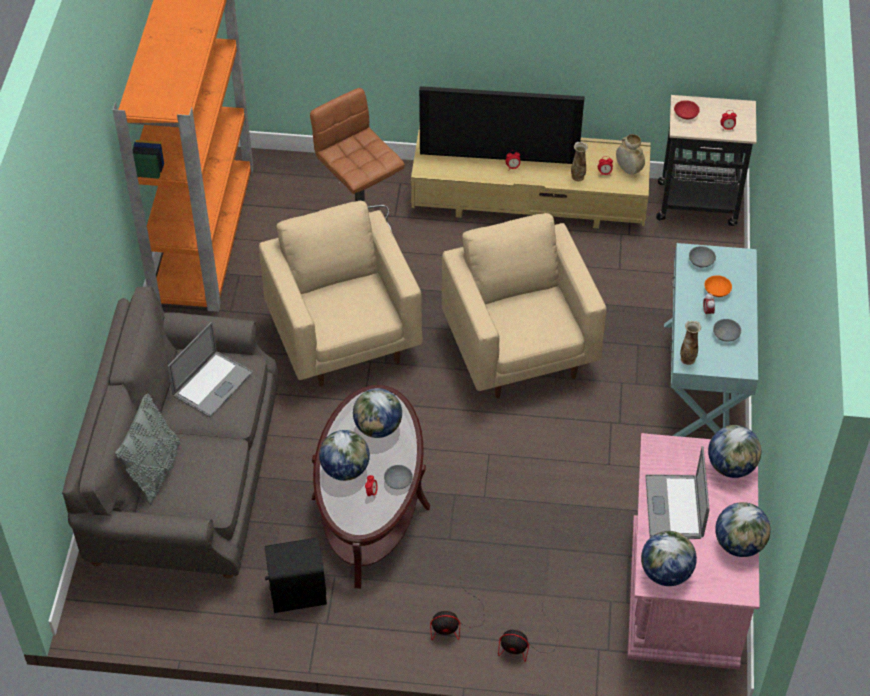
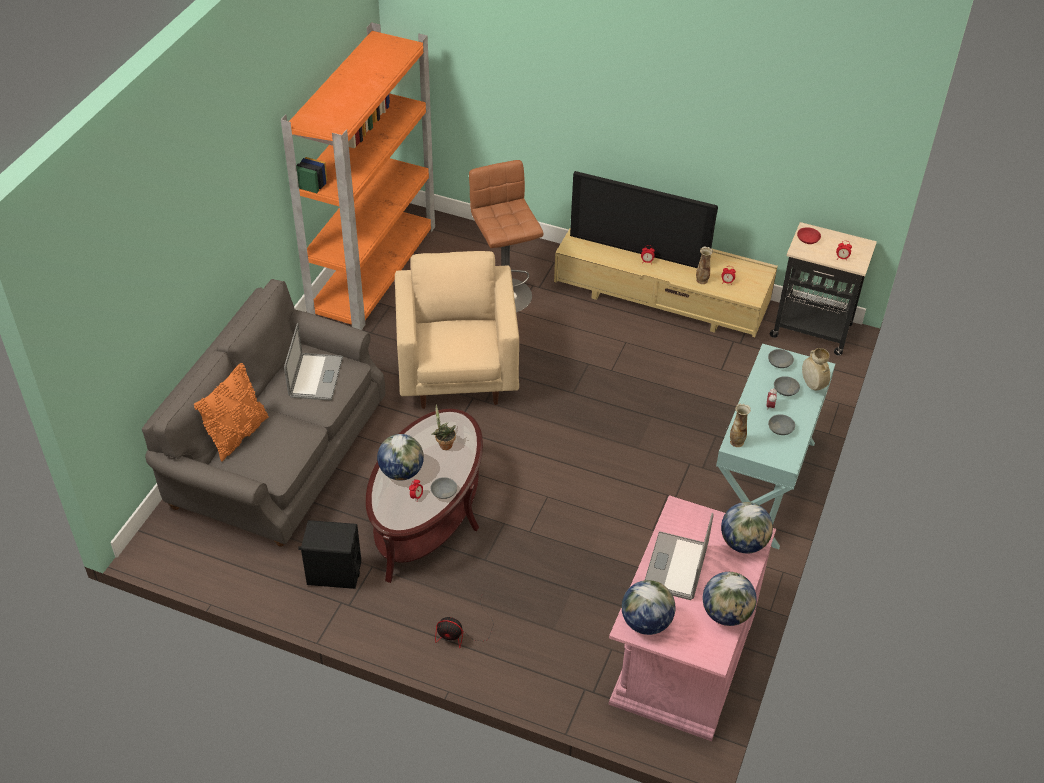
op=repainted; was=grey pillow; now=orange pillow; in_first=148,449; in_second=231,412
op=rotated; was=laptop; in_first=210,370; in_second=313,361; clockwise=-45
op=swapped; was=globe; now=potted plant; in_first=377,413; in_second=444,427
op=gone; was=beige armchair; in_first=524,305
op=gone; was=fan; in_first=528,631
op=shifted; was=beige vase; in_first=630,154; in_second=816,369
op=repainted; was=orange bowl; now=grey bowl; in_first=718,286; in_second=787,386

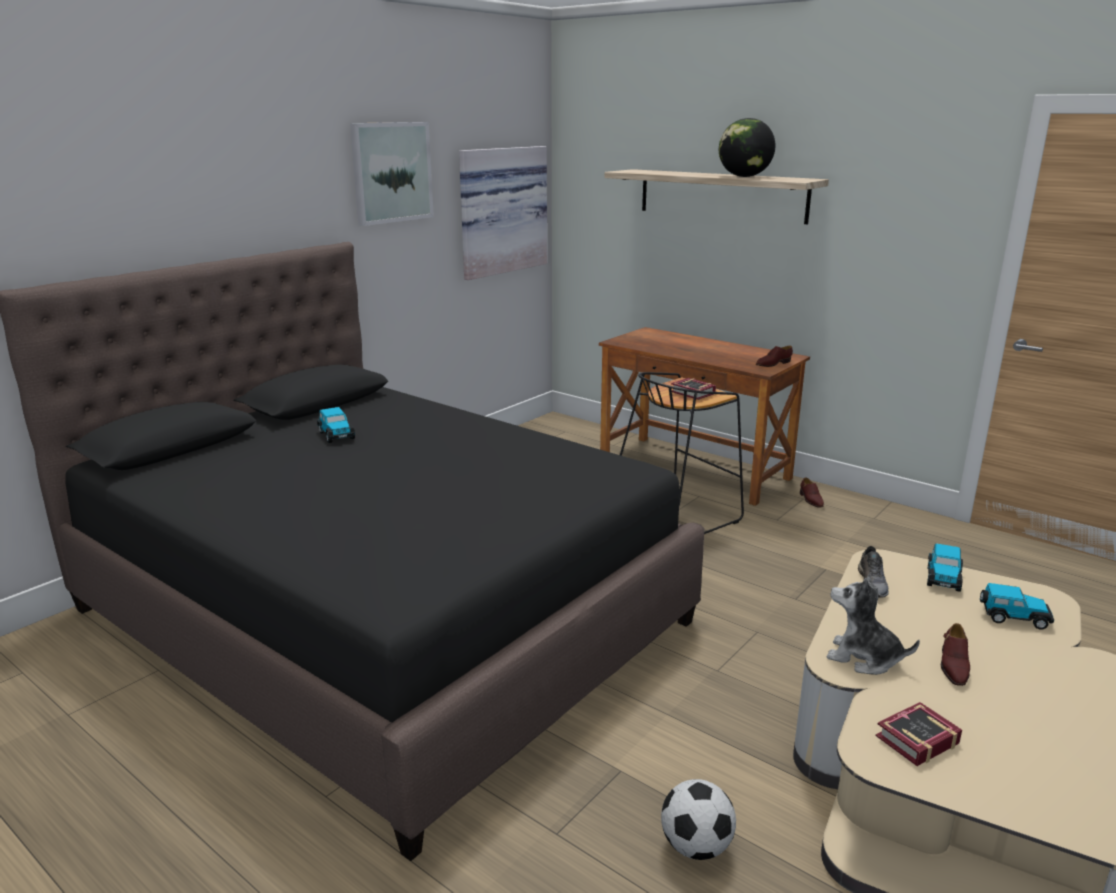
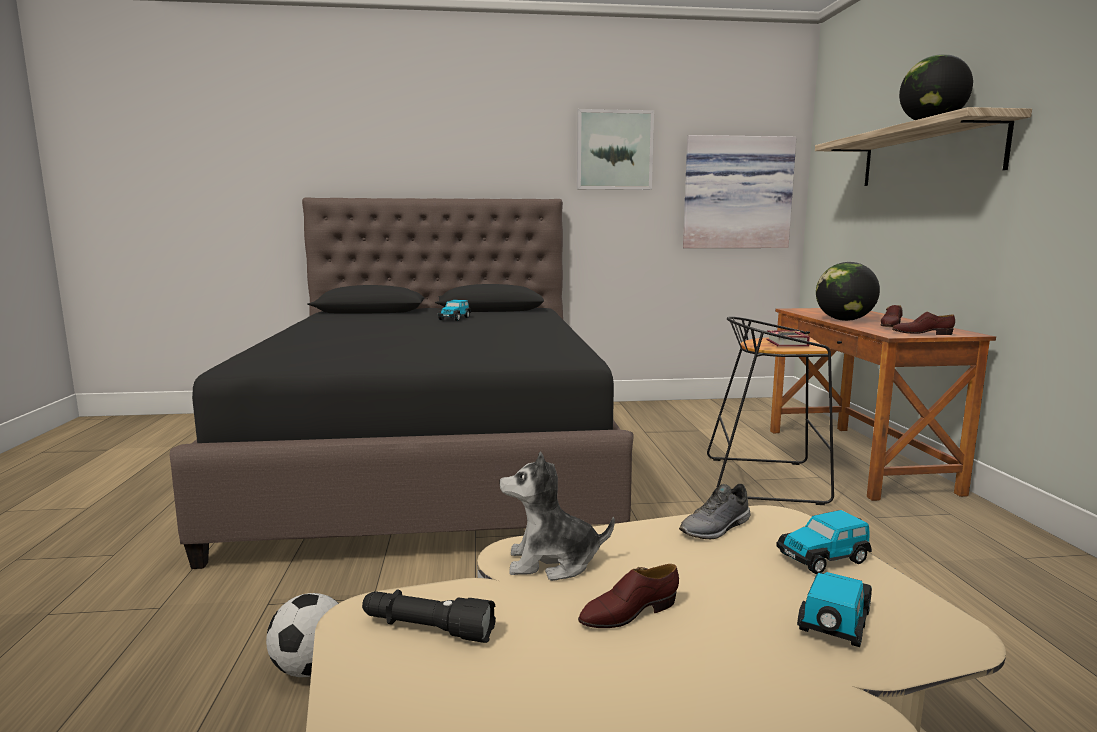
op=shifted; was=brown shoe; in_first=812,492; in_second=892,316
op=rotated; was=plush toy; in_first=873,624; in_second=557,516; clockwise=-75
op=swapped; was=book; now=black flashlight; in_first=919,734; in_second=429,616
op=rotated; was=toy car; in_first=1017,606; in_second=834,609; clockwise=-120
op=new; now=globe; in_second=848,291

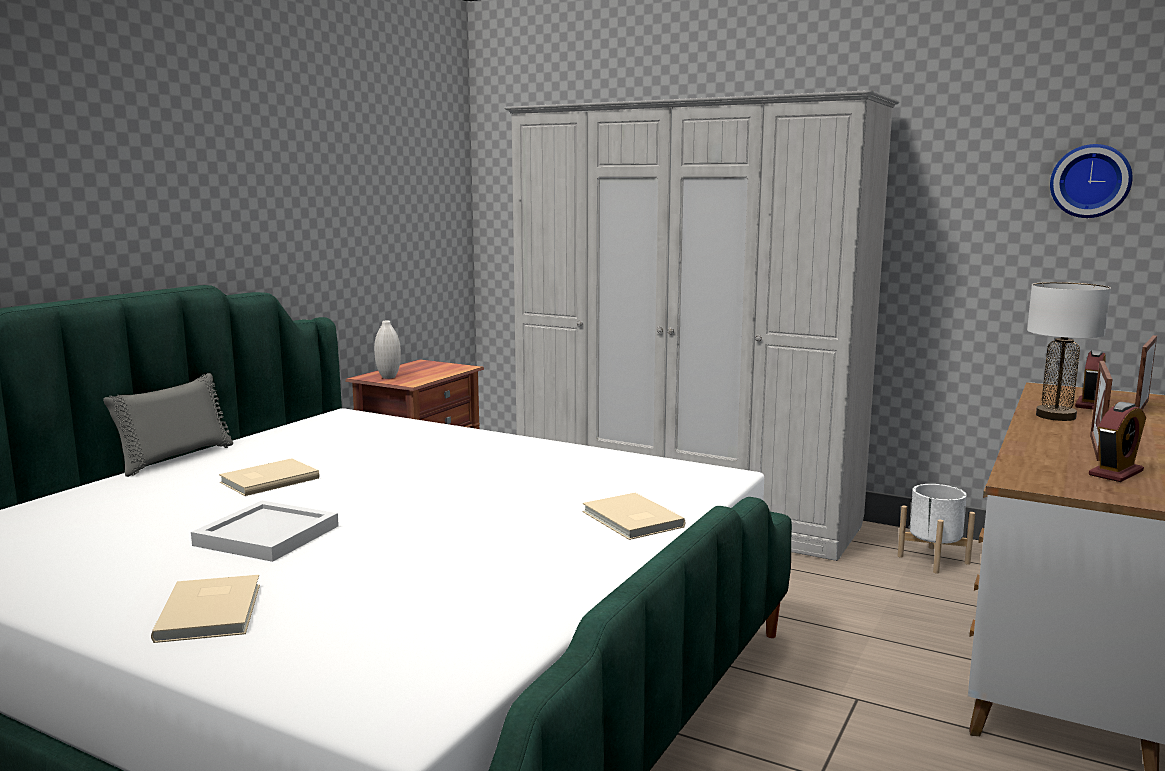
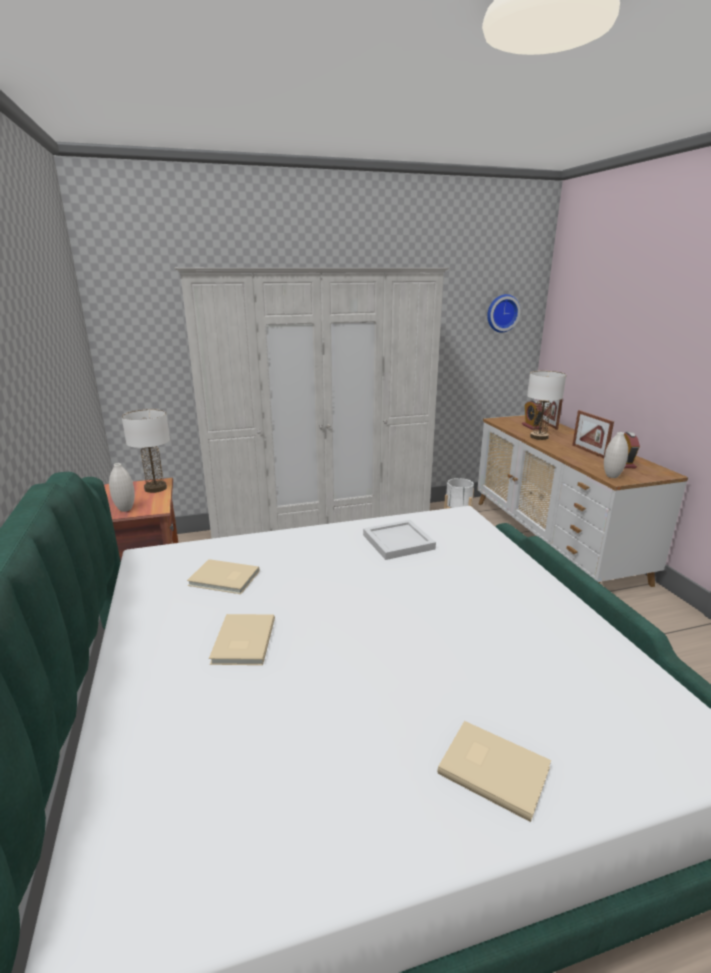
op=gone; was=grey pillow; in_first=168,425
op=shifted; was=white tray; in_first=265,531; in_second=399,540
op=shifted; was=beige book; in_first=634,516; in_second=223,576
op=new; now=table lamp; in_second=146,451
op=new; now=white vase; in_second=616,455

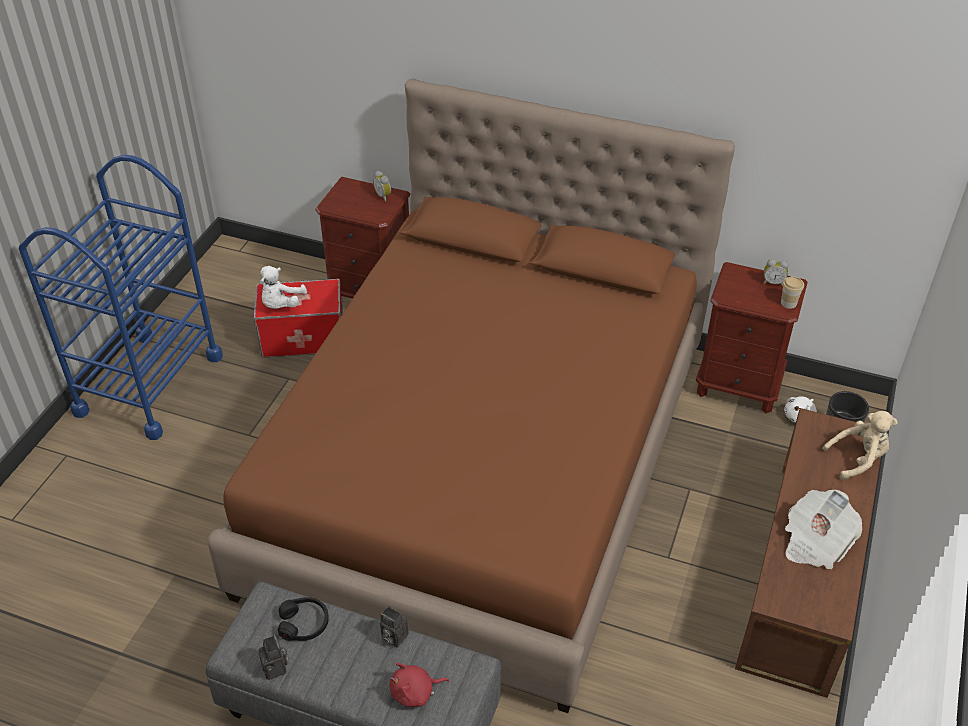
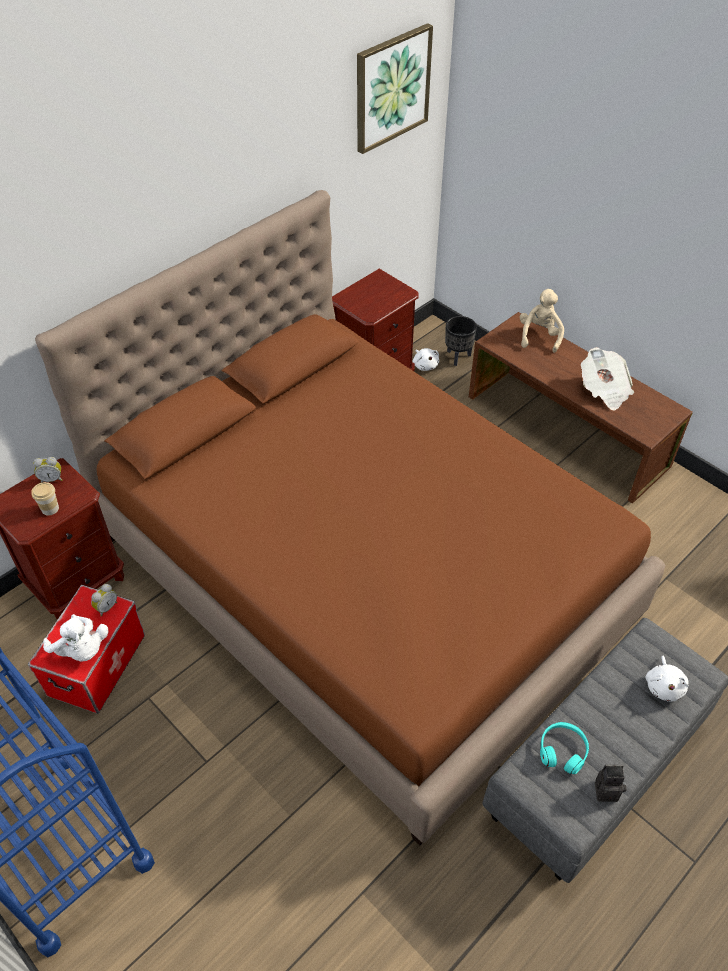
op=repainted; was=black headphones; now=turquoise headphones; in_first=303,619; in_second=564,748
op=gone; was=photo camera; in_first=394,627
op=repainted; was=red plush toy; now=white plush toy; in_first=419,685; in_second=667,679
op=shifted; was=alarm clock; in_first=776,272; in_second=104,600
op=shifted; was=cup; in_first=792,293; in_second=45,499
op=new; now=picture; in_second=395,88

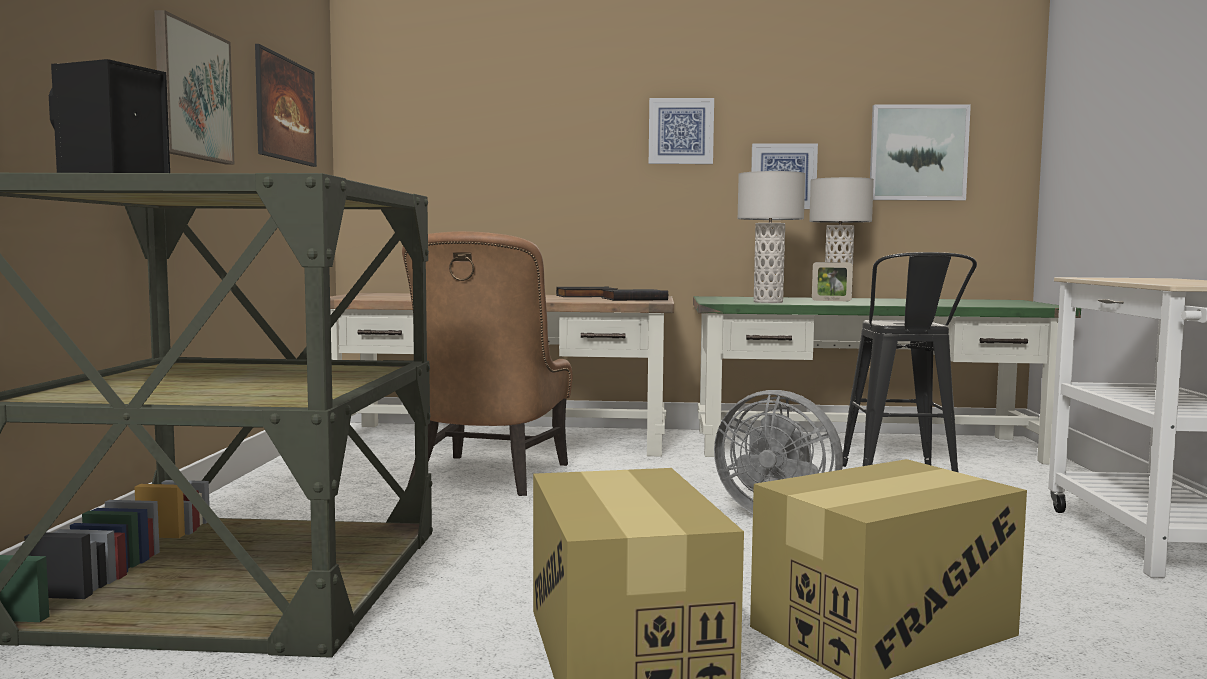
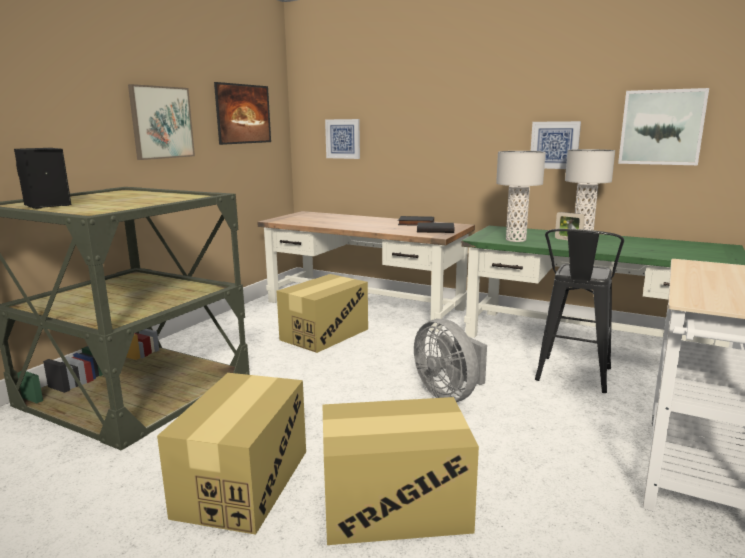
op=swapped; was=brown chair; now=cardboard box; in_first=487,363; in_second=322,313
op=shifted; was=picture; in_first=681,131; in_second=342,139

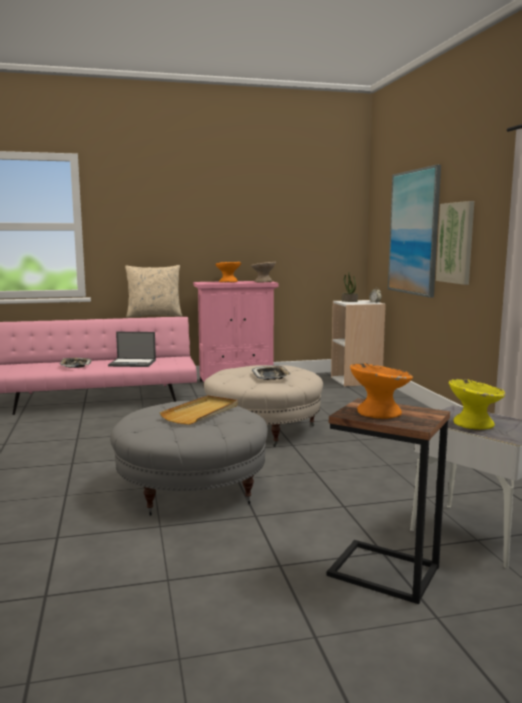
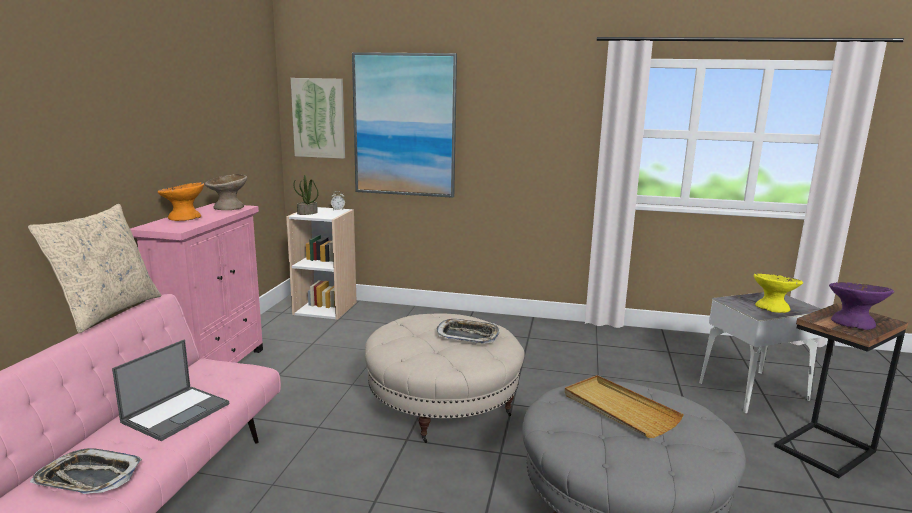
op=repainted; was=orange bowl; now=purple bowl; in_first=381,391; in_second=861,306
op=shifted; was=picture; in_first=455,243; in_second=317,118

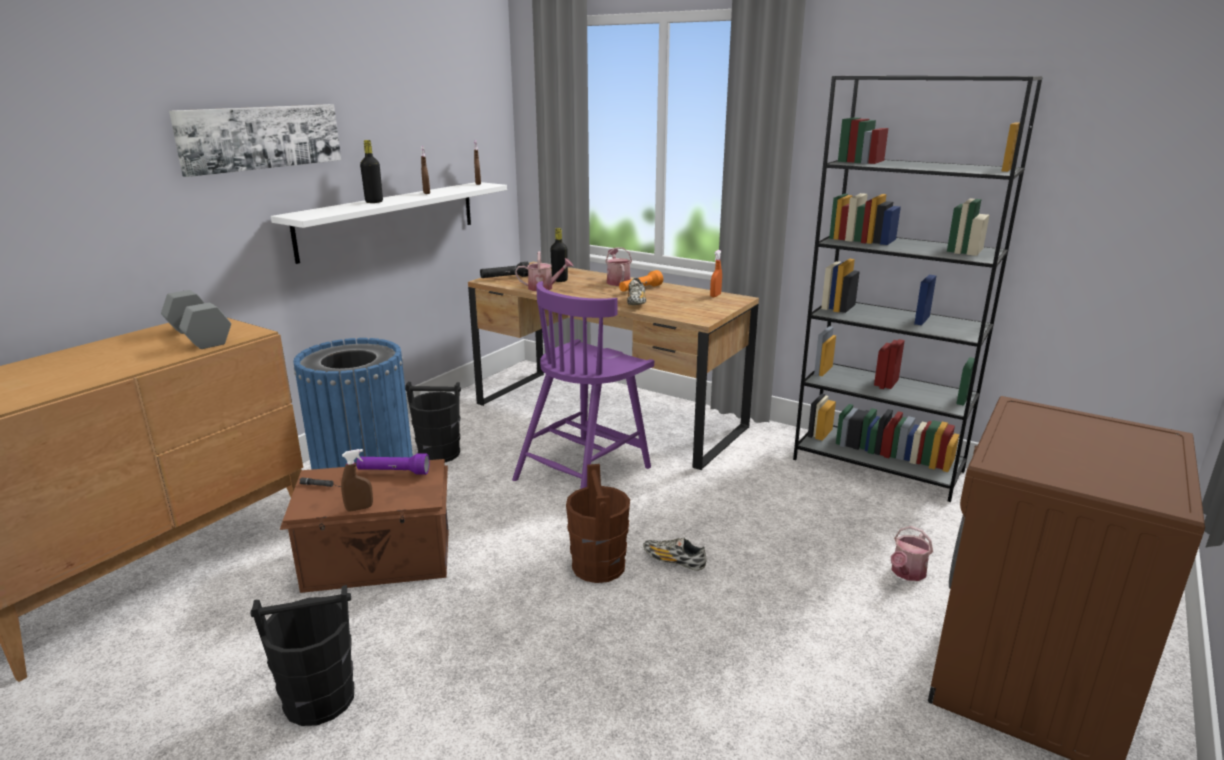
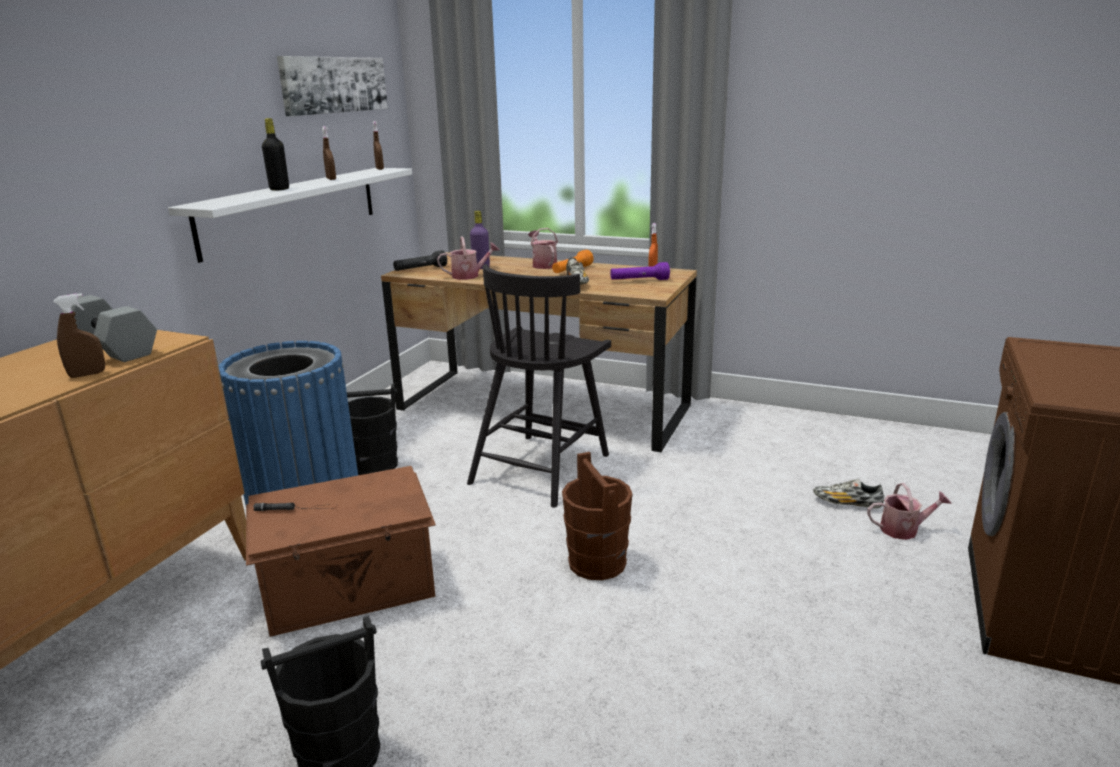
op=shifted; was=picture; in_first=255,140; in_second=332,86
op=shifted; was=brown spray bottle; in_first=357,480; in_second=79,335
op=shifted; was=purple flashlight; in_first=393,464; in_second=640,271
op=repainted; was=purple chair; now=black chair; in_first=583,385; in_second=539,386
op=repainted; was=black bottle; now=purple bottle; in_first=559,255; in_second=480,240
op=shifted; was=shoe; in_first=675,554; in_second=848,493
op=gone; was=grey bookcase; in_first=918,289
op=rotated; was=watering can; in_first=912,553; in_second=909,511; clockwise=-120

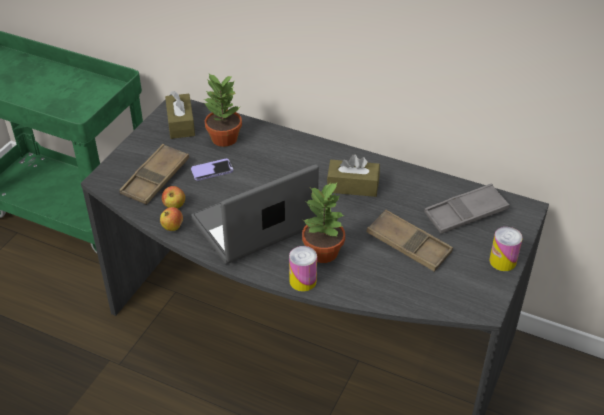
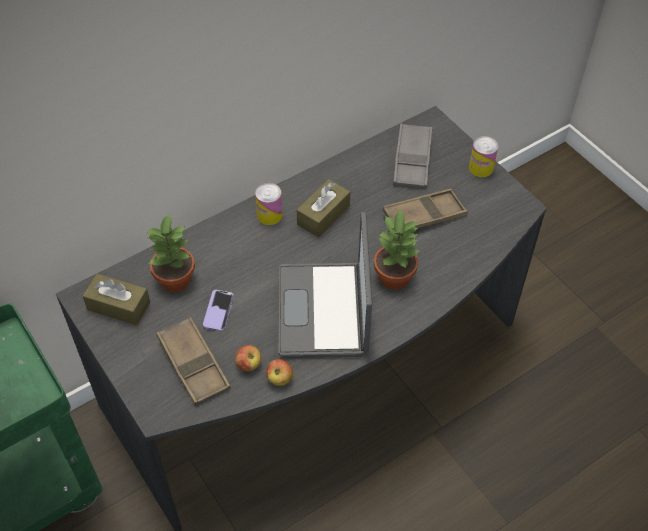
op=shifted; was=can; in_first=303,269; in_second=269,204

